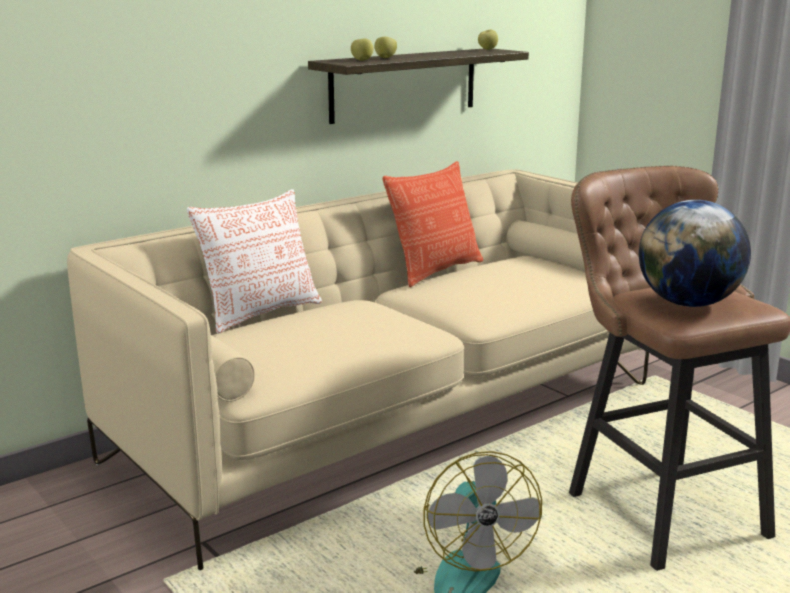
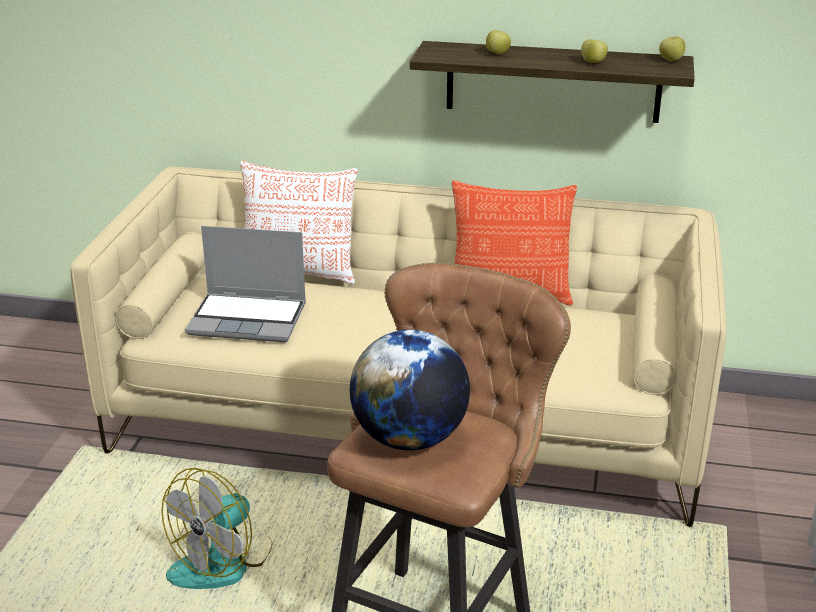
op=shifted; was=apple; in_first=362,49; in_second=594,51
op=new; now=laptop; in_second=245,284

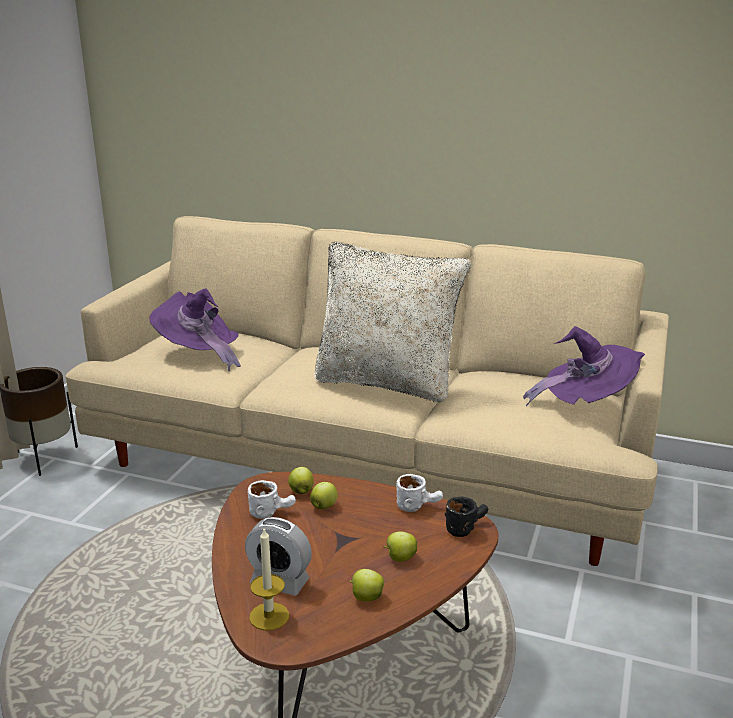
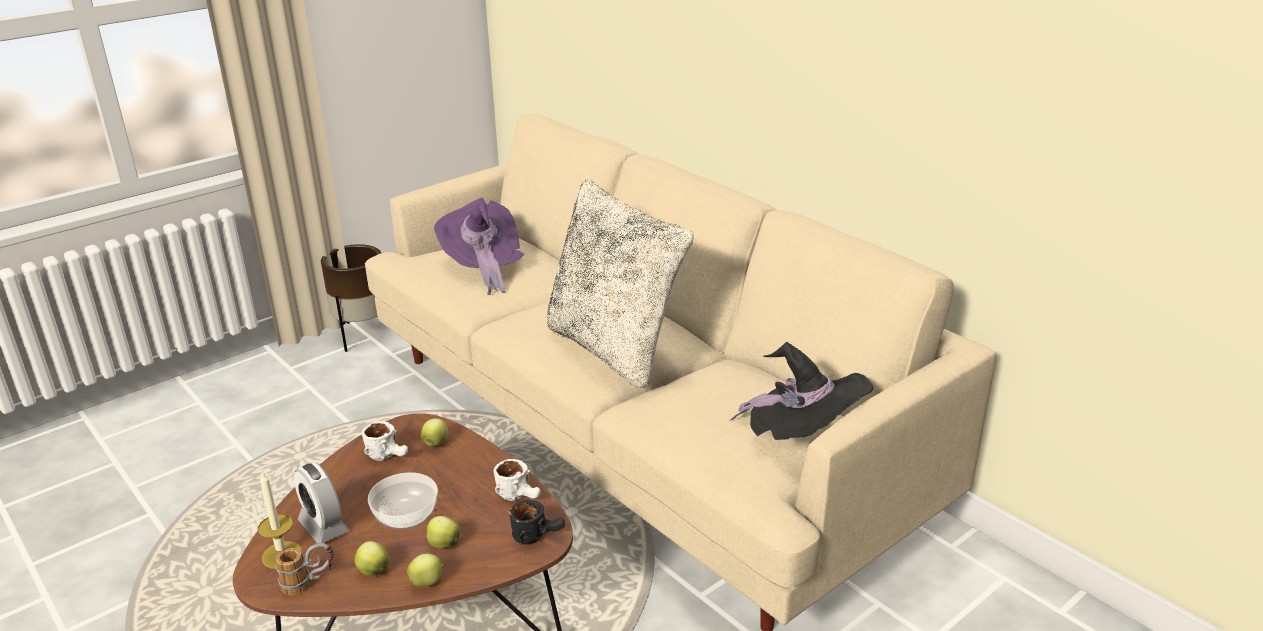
op=shifted; was=apple; in_first=323,495; in_second=426,570
op=repainted; was=purple hat; now=black hat; in_first=584,366; in_second=801,391
op=new; now=mug; in_second=305,569
op=new; now=bowl; in_second=403,500

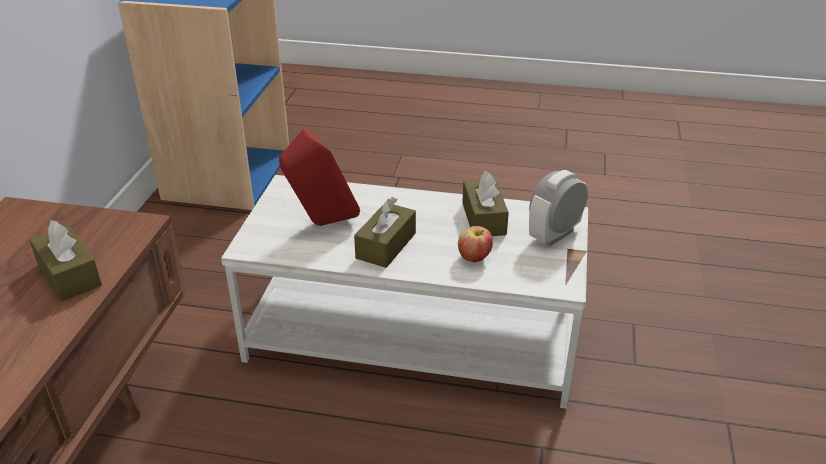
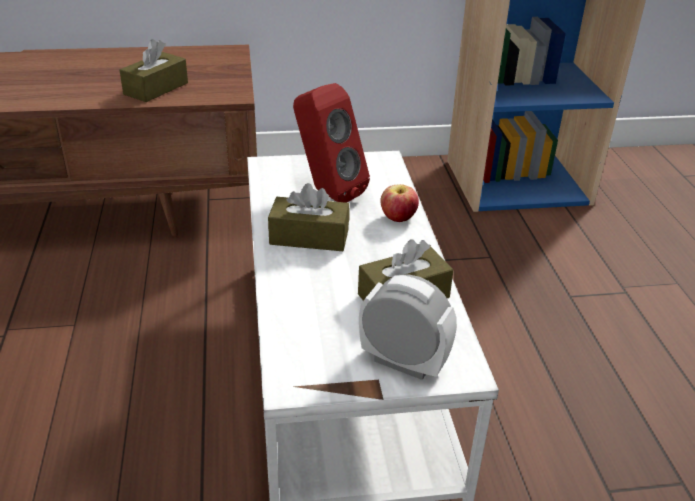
op=shifted; was=apple; in_first=475,244; in_second=399,203

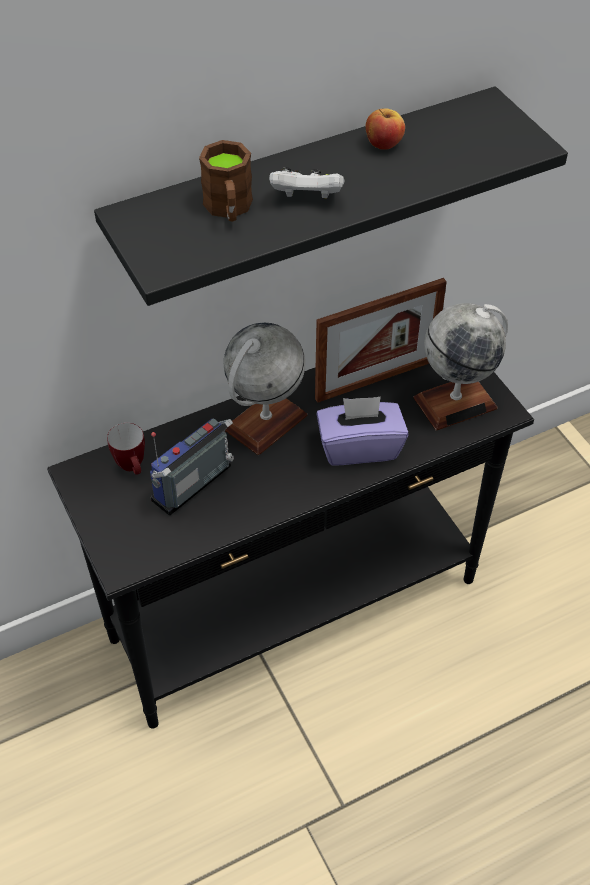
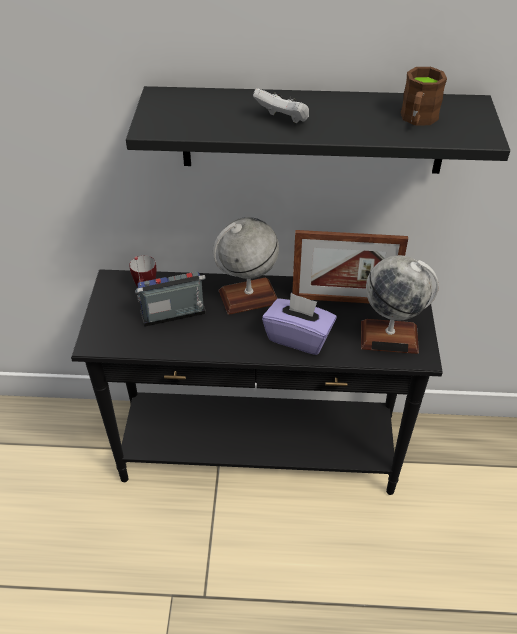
op=shifted; was=brown mug; in_first=226,180; in_second=423,96
op=gone; was=apple; in_first=385,129

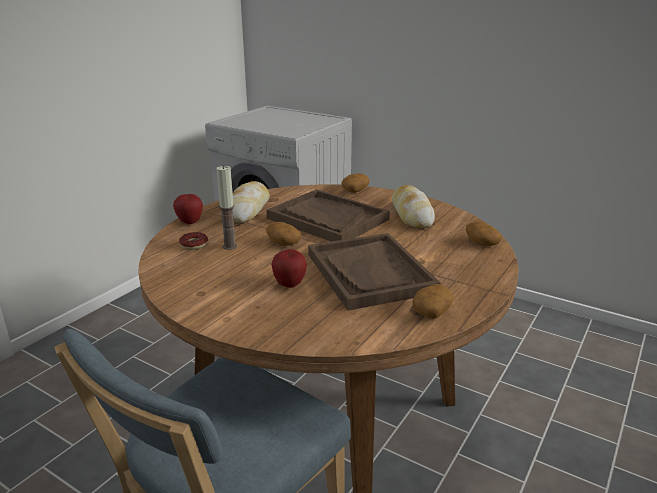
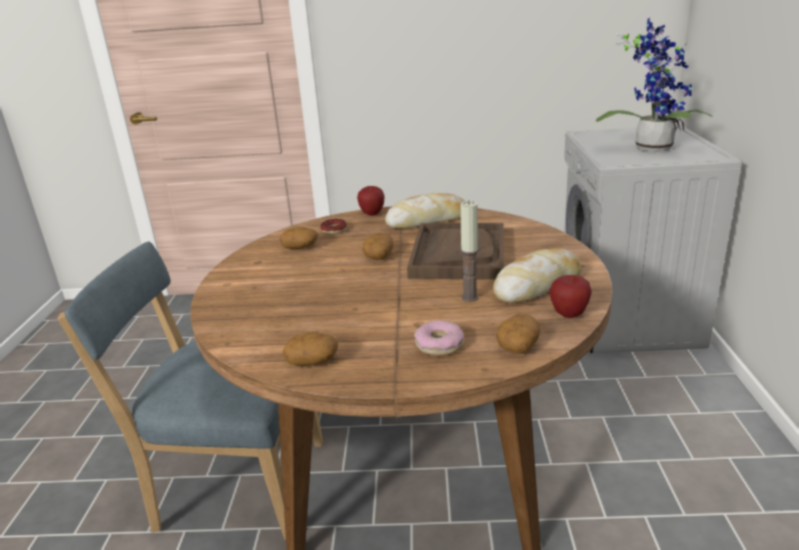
op=shifted; was=candle; in_first=226,208; in_second=469,251
op=shifted; was=apple; in_first=289,268; in_second=571,296
op=gone; was=brown tray; in_first=374,272
op=shifted; was=potato; in_first=355,183; in_second=298,238
op=new; now=donut; in_second=439,338
op=new; now=potted plant; in_second=654,85

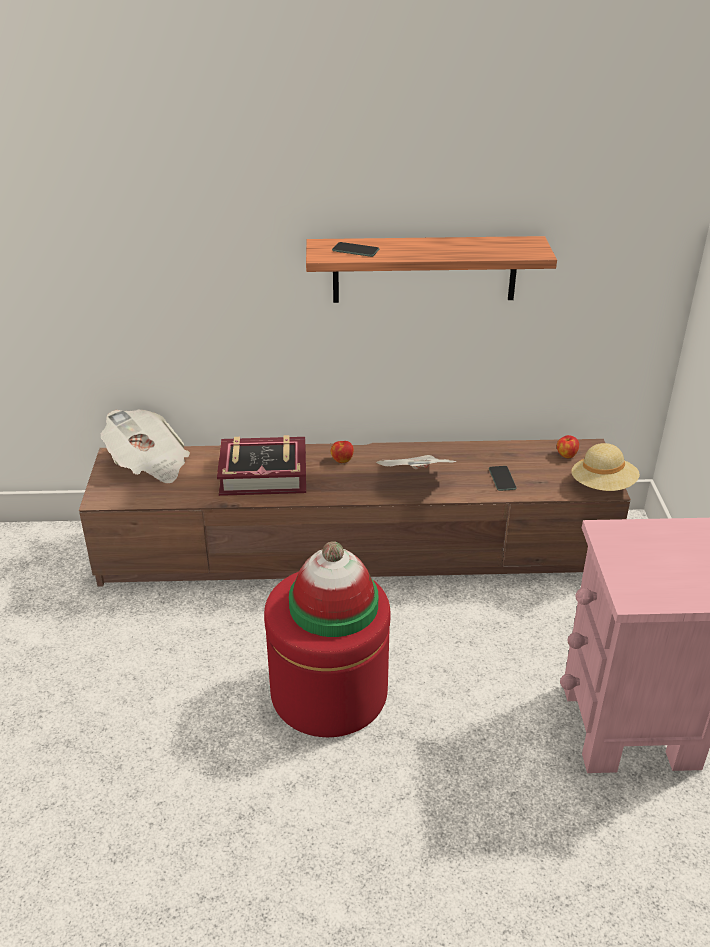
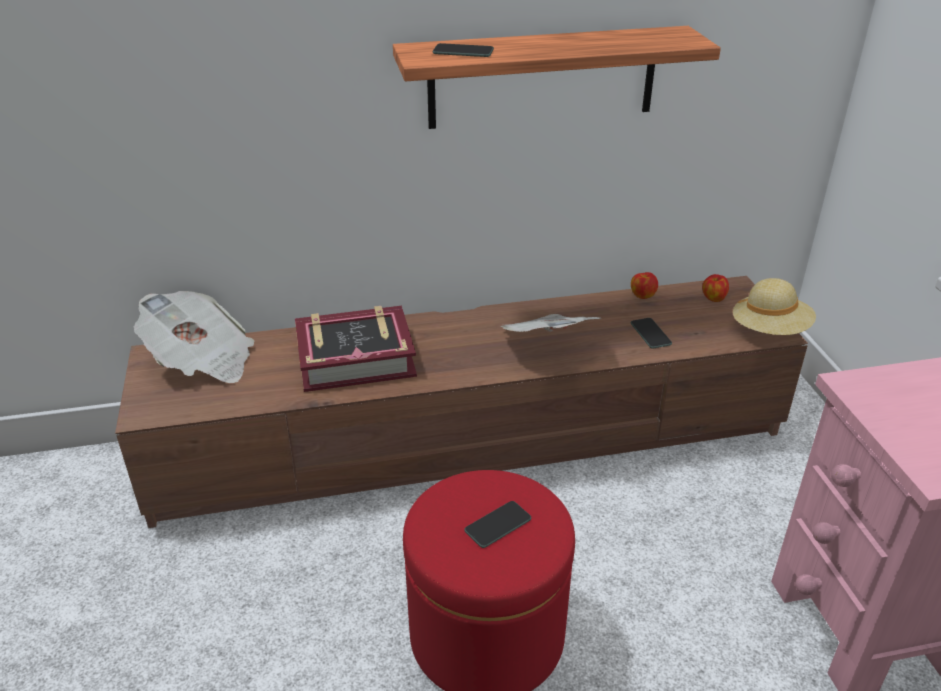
op=swapped; was=hat; now=phone; in_first=333,589; in_second=497,524
op=shifted; was=apple; in_first=342,452; in_second=644,285

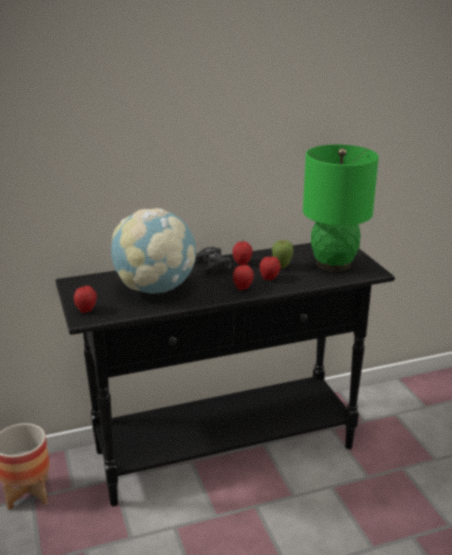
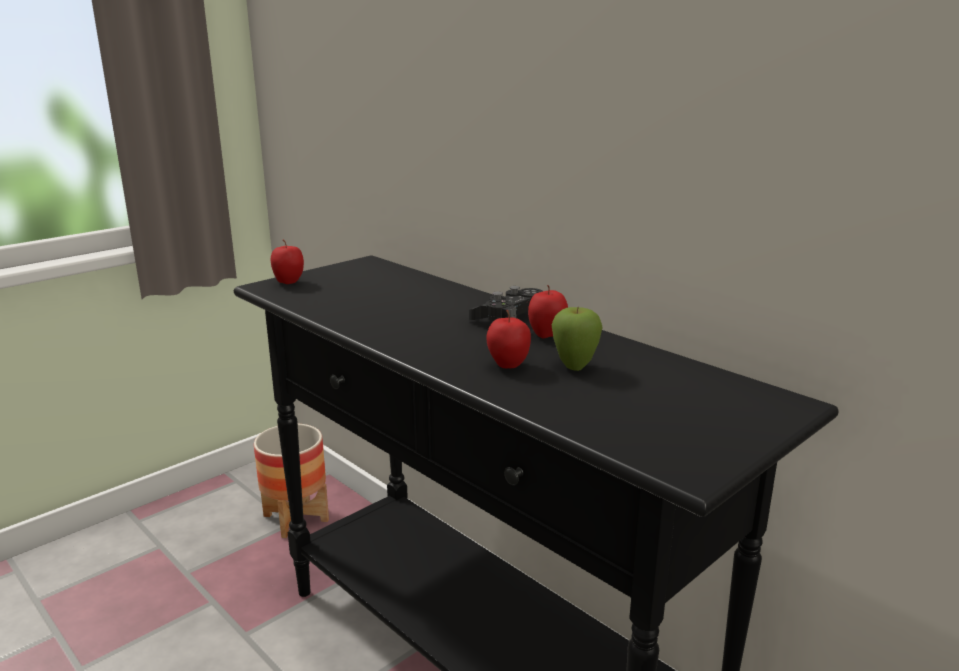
op=gone; was=globe; in_first=153,251
op=gone; was=apple; in_first=243,277
op=gone; was=green table lamp; in_first=341,208

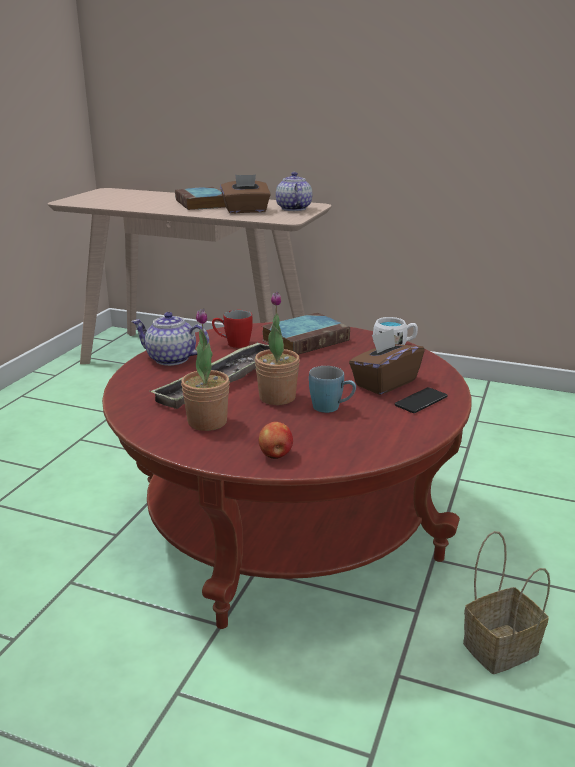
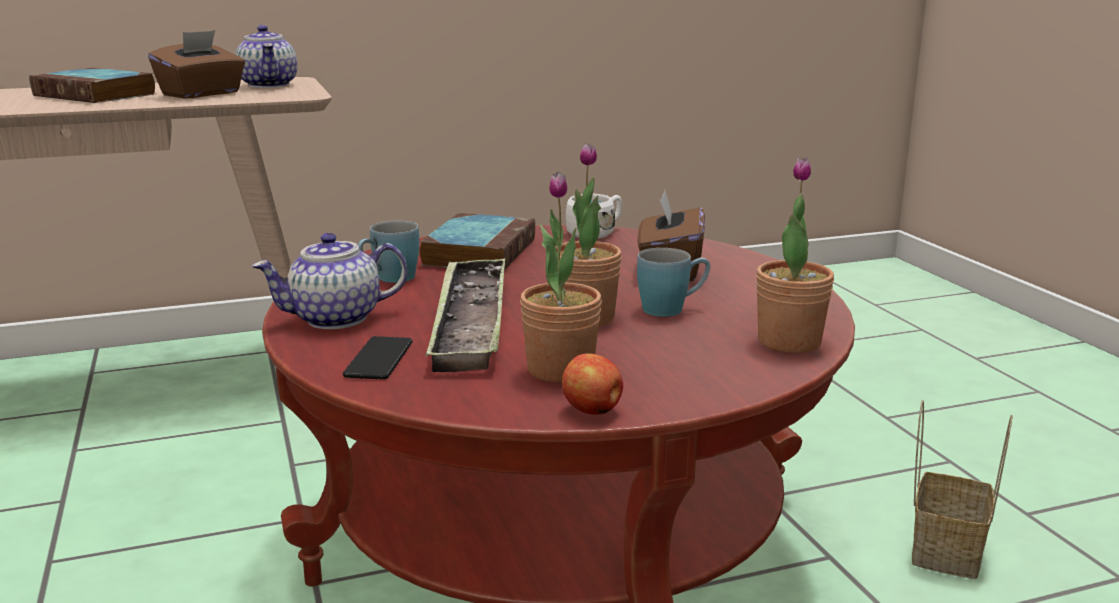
op=repainted; was=red mug; now=blue mug; in_first=232,329; in_second=388,251
op=shifted; was=apple; in_first=276,440; in_second=592,384
op=rotated; was=teapot; in_first=294,191; in_second=266,56; clockwise=-150
op=shifted; was=phone; in_first=421,400; in_second=378,358
op=new; now=potted plant; in_second=795,255

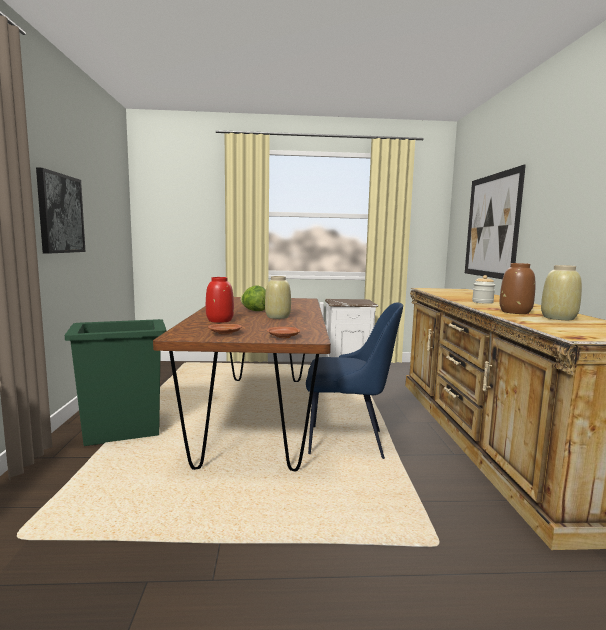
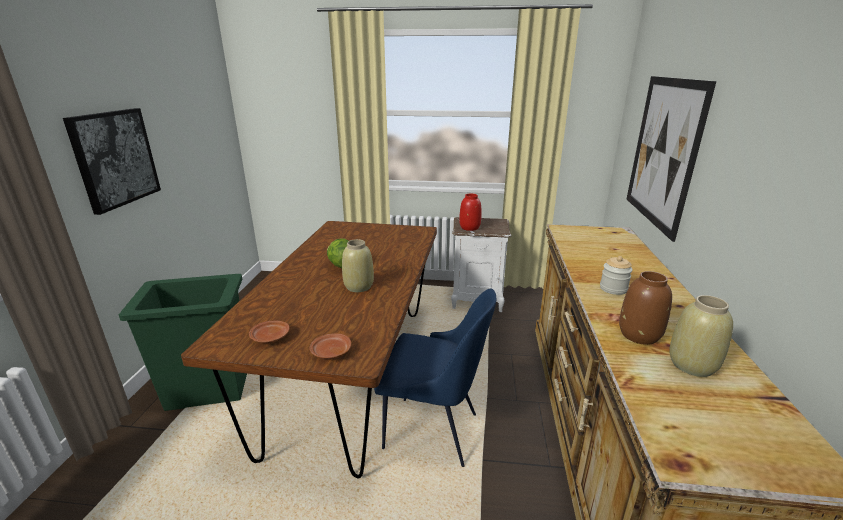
op=shifted; was=red vase; in_first=220,300; in_second=470,212

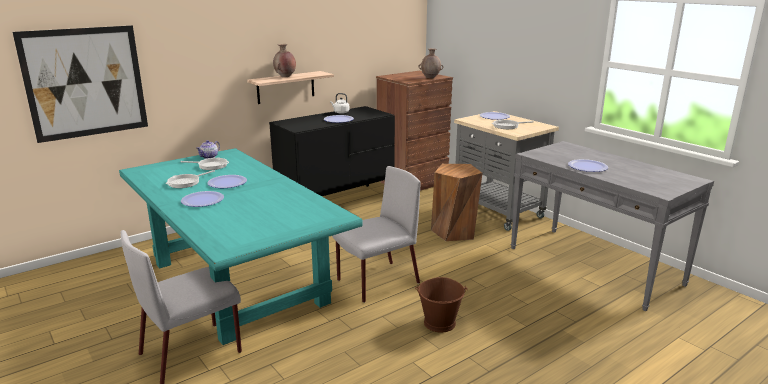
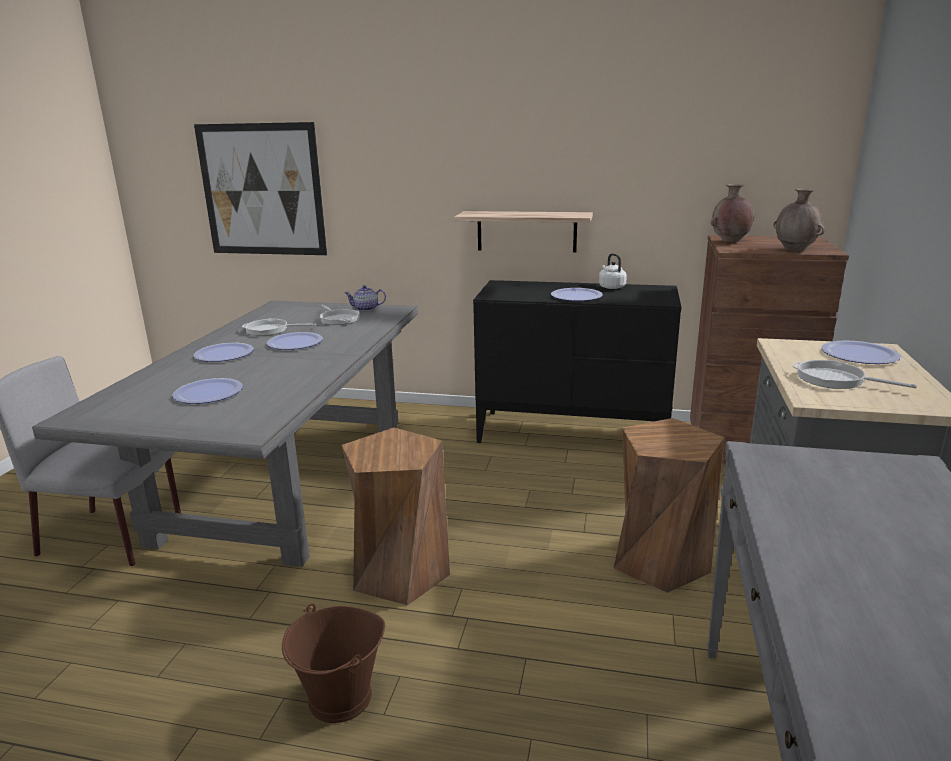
op=repainted; was=turquoise dining table; now=grey dining table; in_first=240,246; in_second=225,434
op=shifted; was=brown vase; in_first=284,60; in_second=732,213
op=swapped; was=grey chair; now=brown stool; in_first=376,234; in_second=396,516
op=shifted; was=plate; in_first=588,165; in_second=207,391

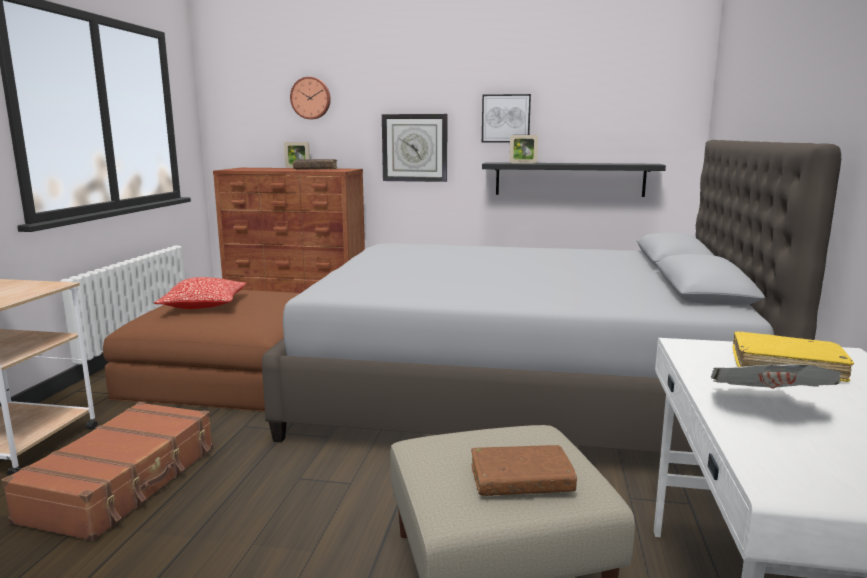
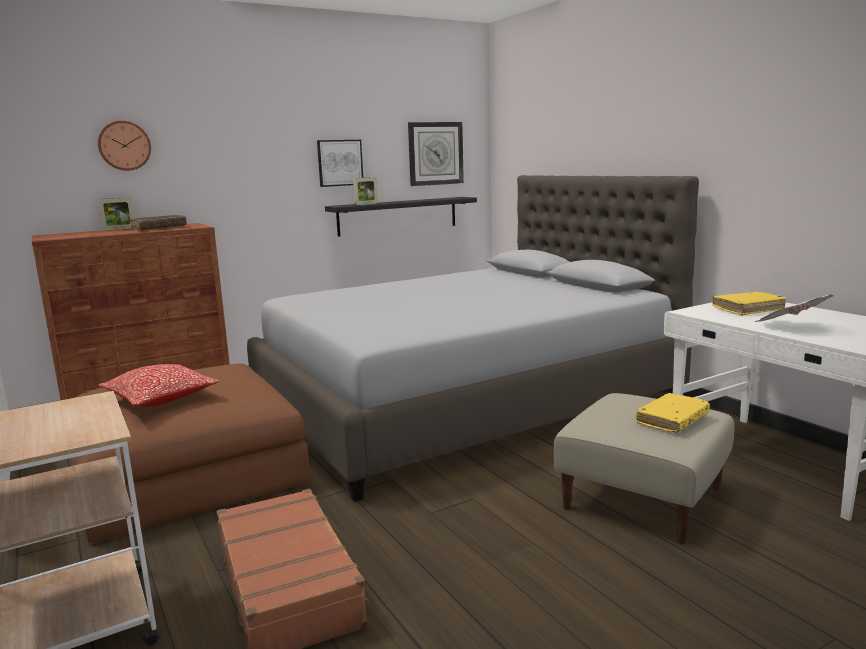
op=shifted; was=wall clock; in_first=415,148; in_second=436,154
op=repainted; was=brown book; now=yellow book; in_first=524,470; in_second=673,413

